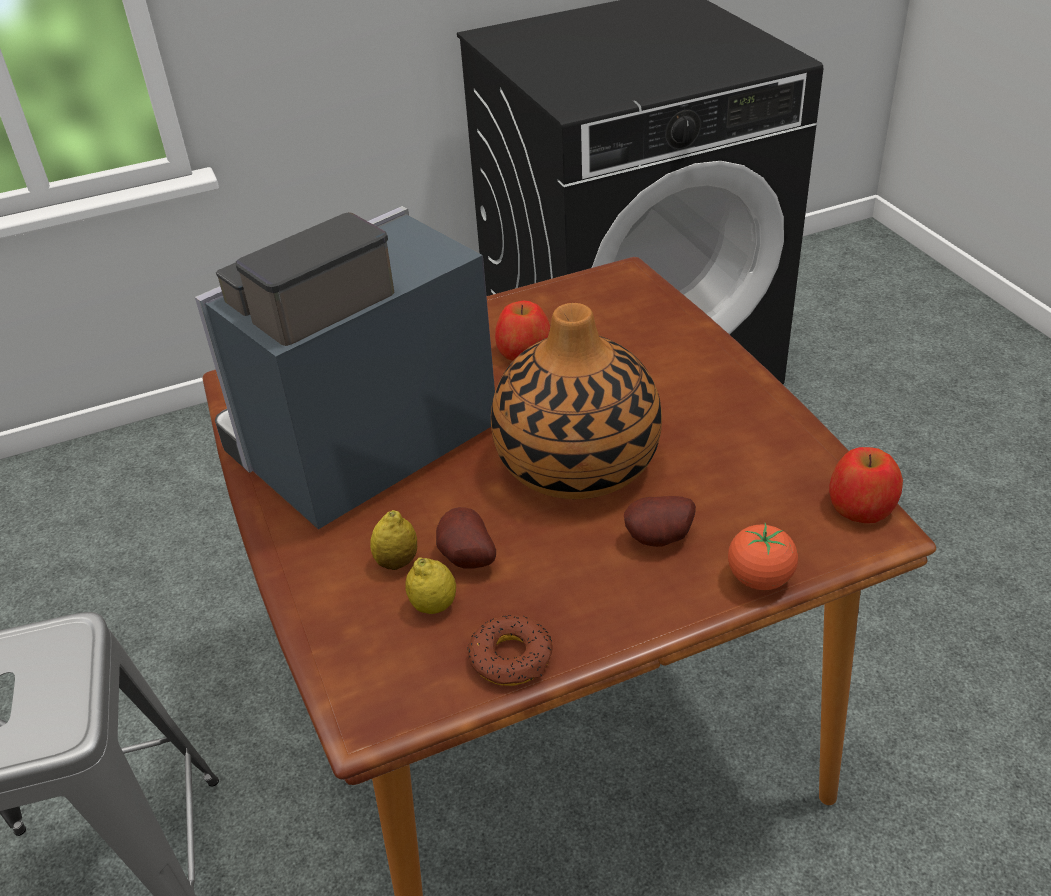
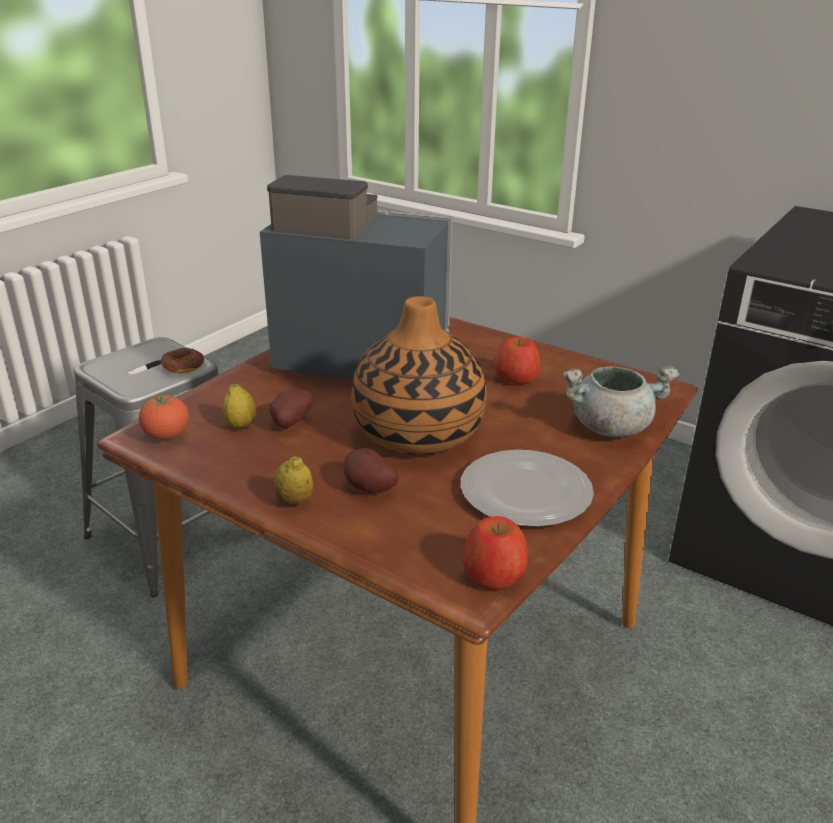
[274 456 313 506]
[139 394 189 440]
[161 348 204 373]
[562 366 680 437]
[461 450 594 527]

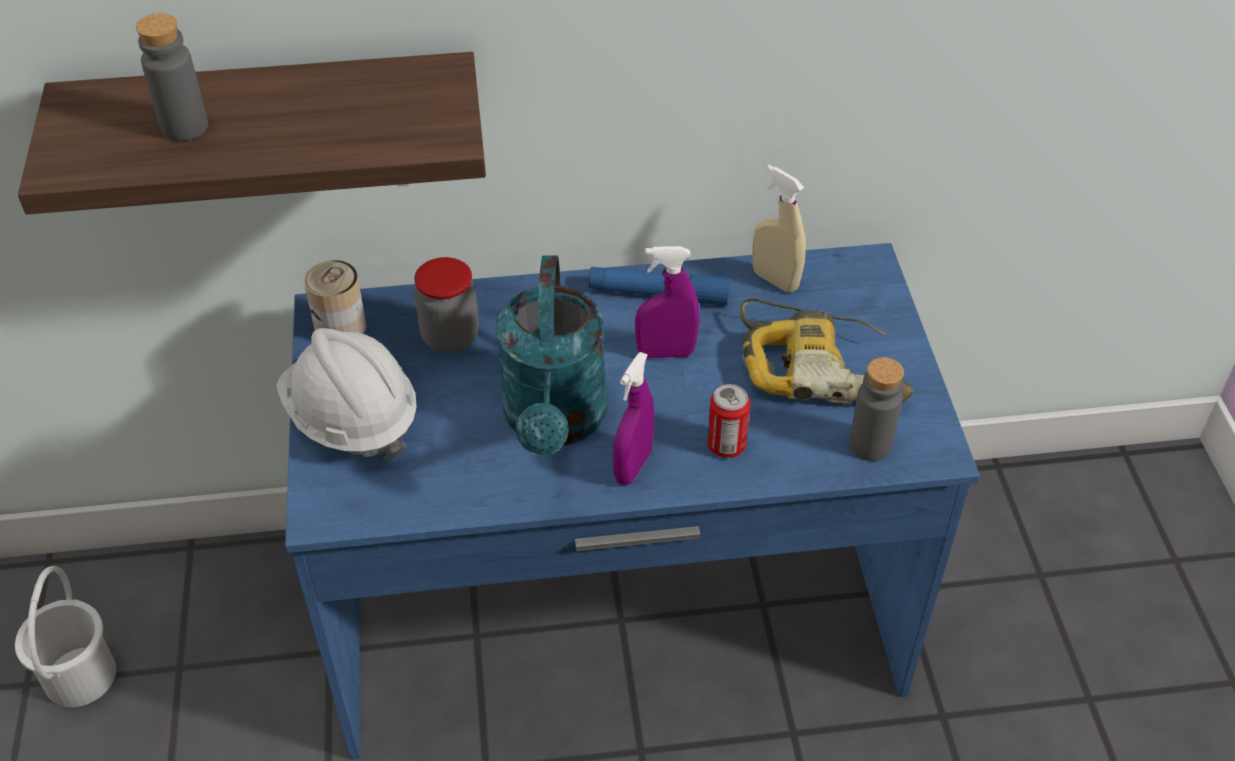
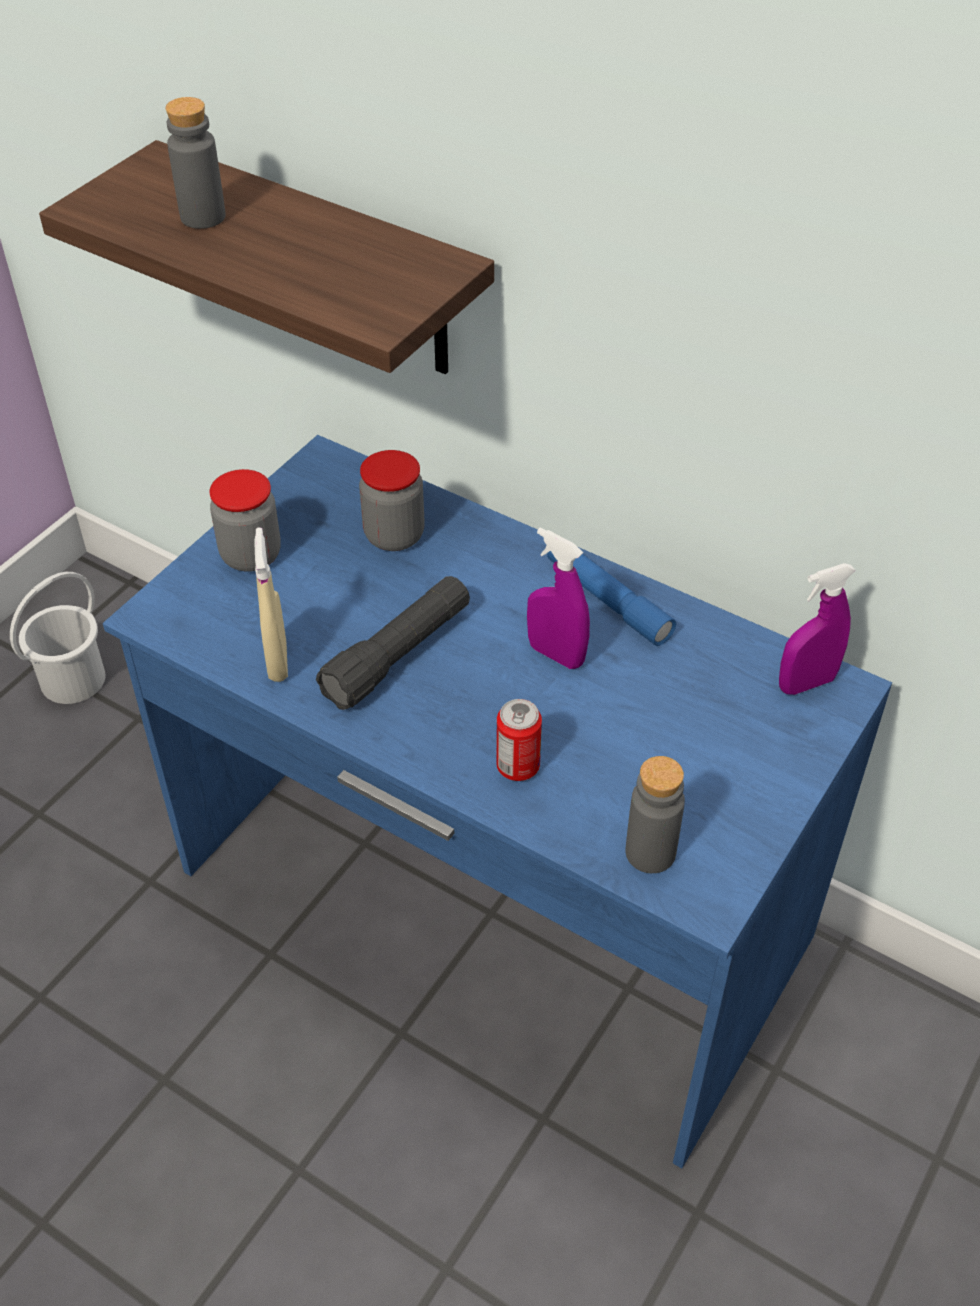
[254 527 288 682]
[316 576 470 710]
[304 260 367 334] (first image)
[740 298 914 404] (first image)
[210 469 281 572]
[779 563 856 695]

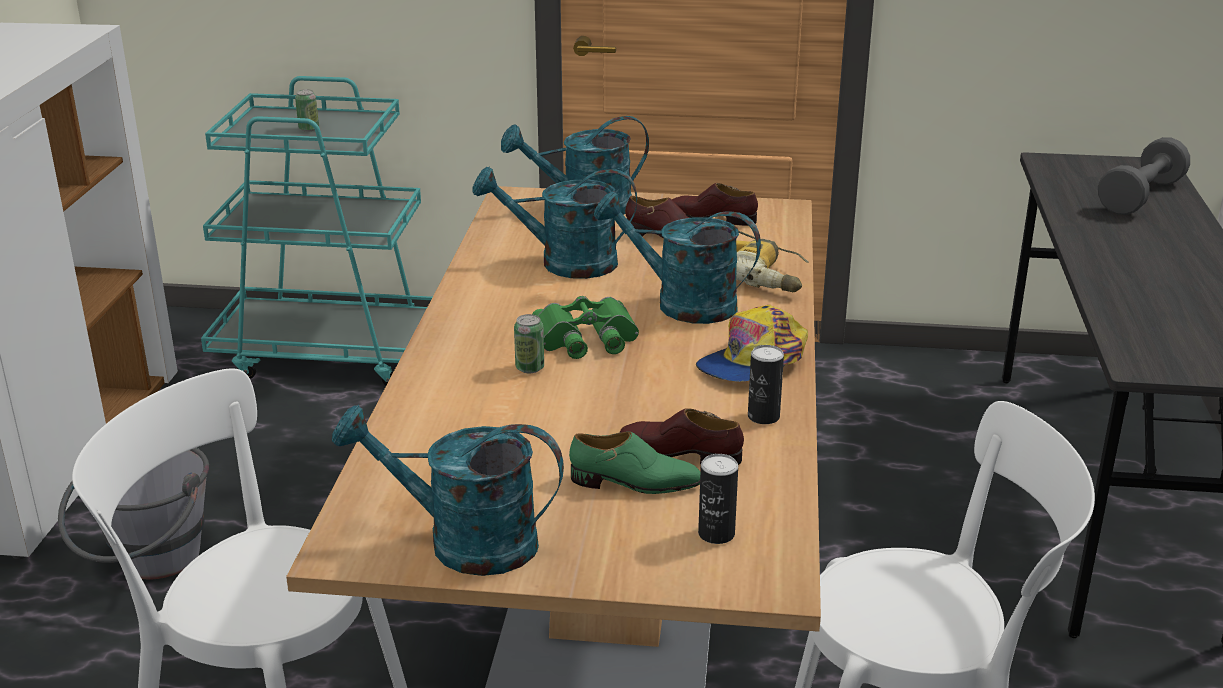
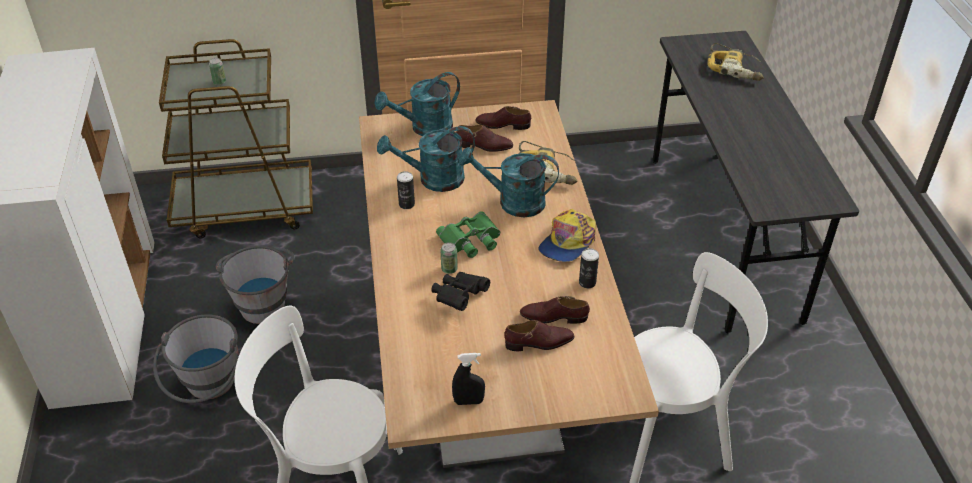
[159 39 313 238]
[707 43 764 81]
[452 353 485 405]
[504 320 574 351]
[397 171 415 209]
[216 246 295 324]
[431 272 490 311]

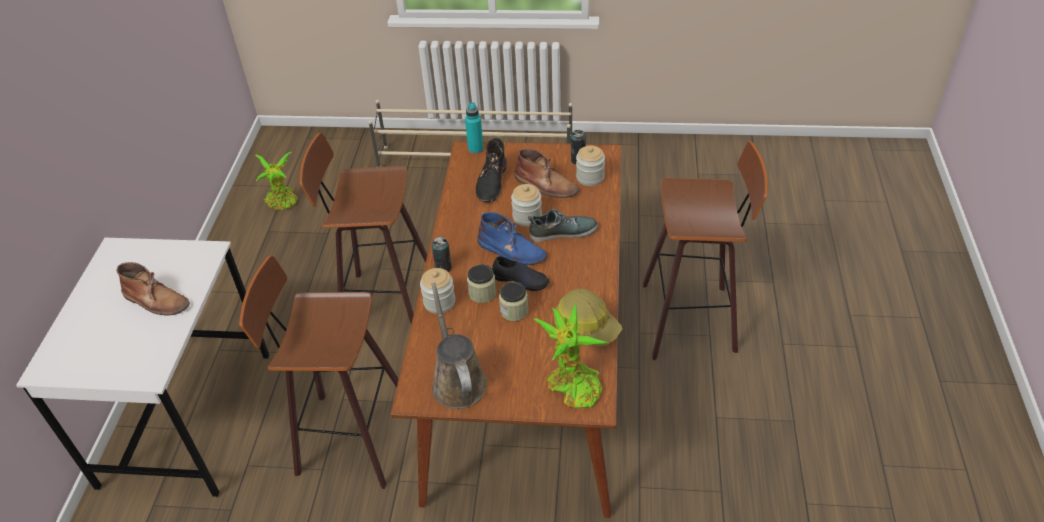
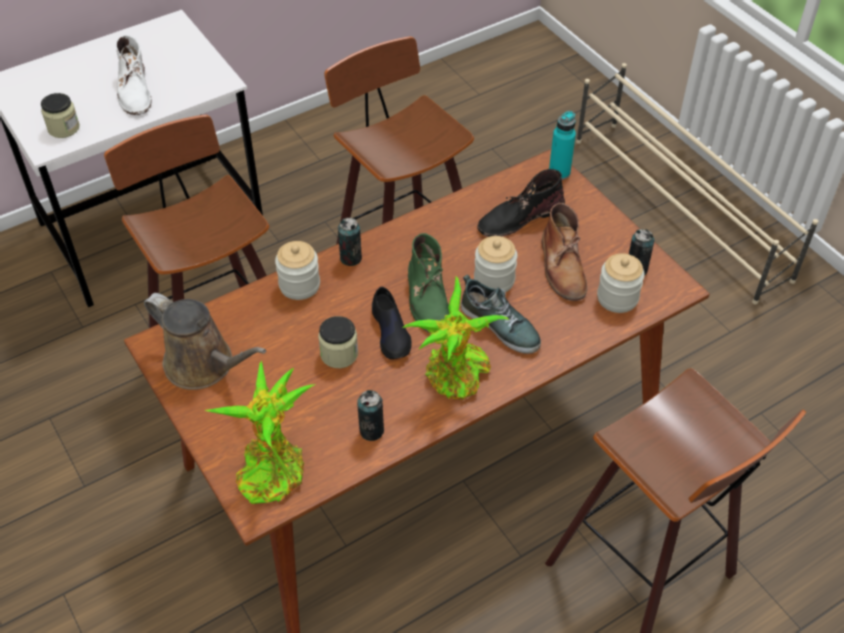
[403 277 509 400]
[408 233 449 333]
[115 35 152 115]
[41 93 80 138]
[144 293 266 390]
[357 390 384 441]

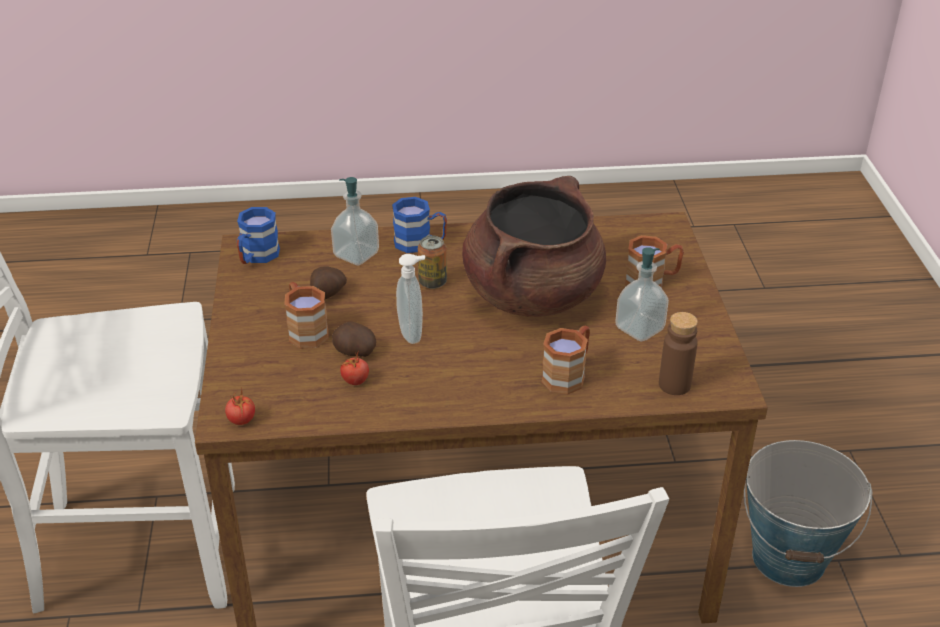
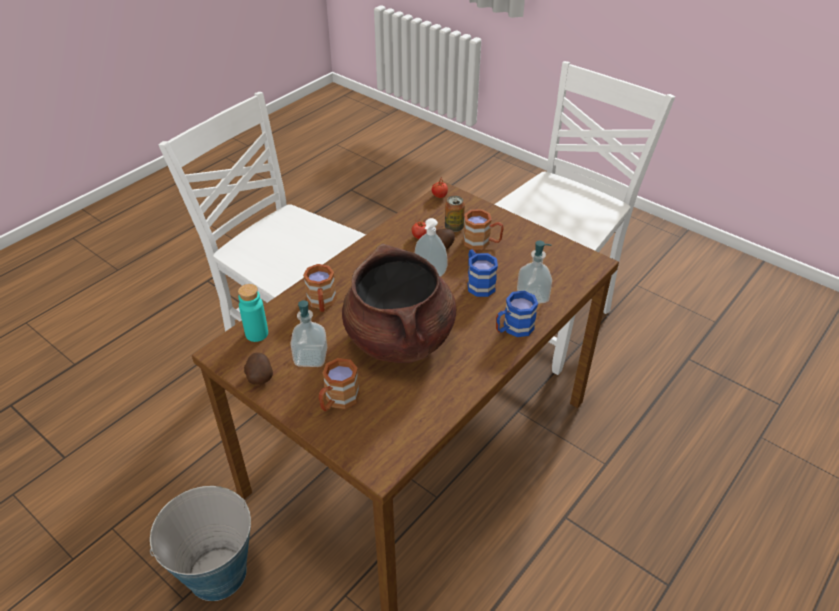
[468 249 498 297]
[445 196 465 232]
[244 353 273 384]
[238 284 268 342]

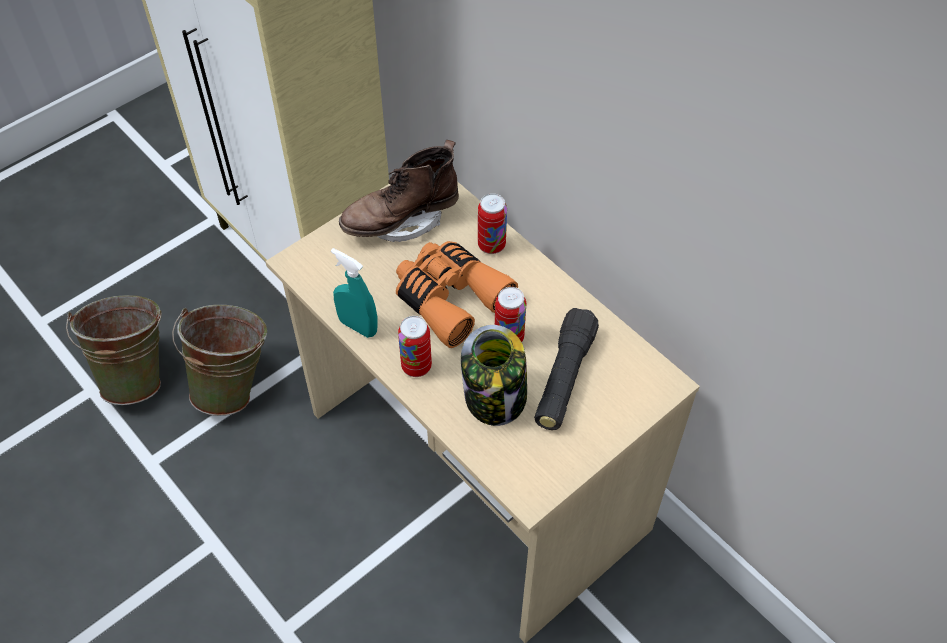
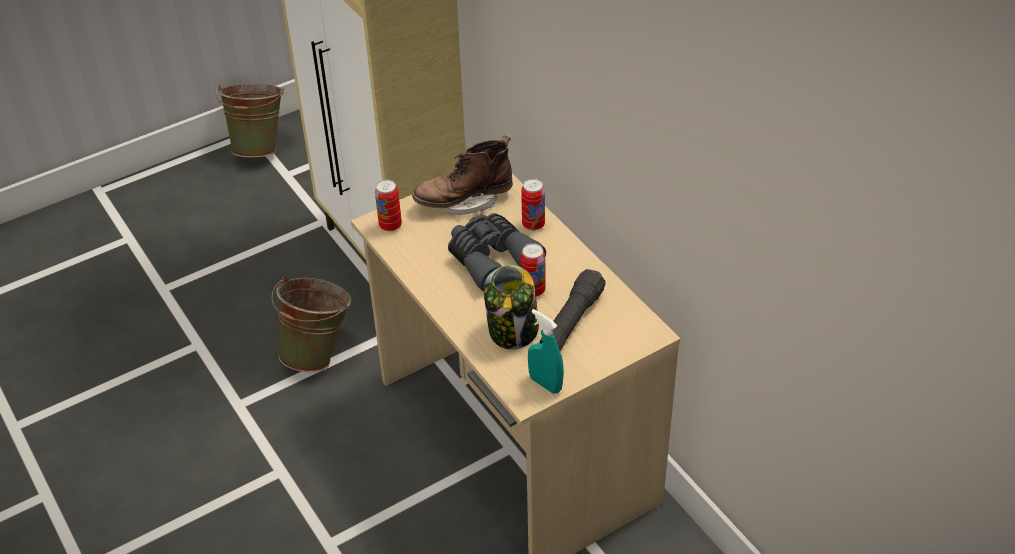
[448 213 546 292]
[528 309 564 394]
[216 83 284 158]
[375 179 402 232]

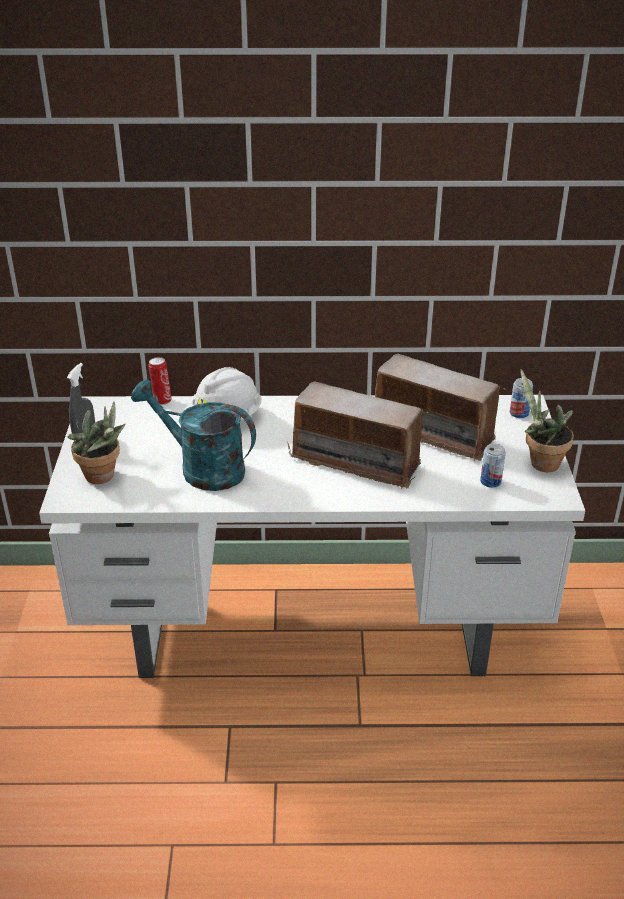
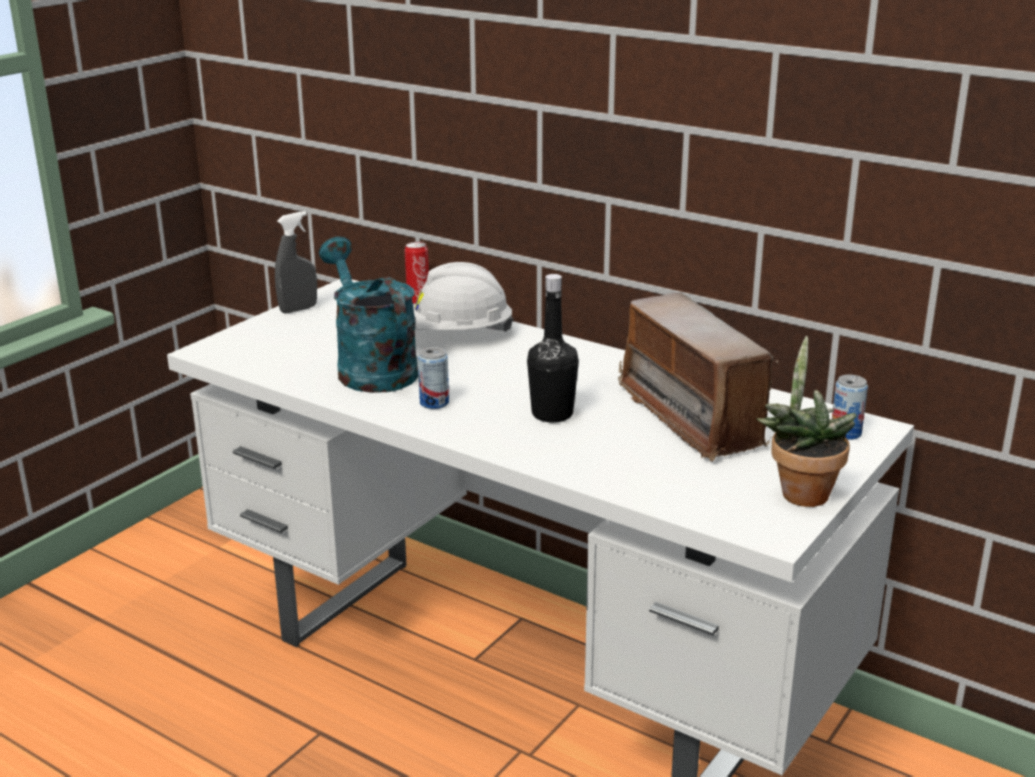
[527 274 579 423]
[68 401 126 484] (first image)
[418 347 449 409]

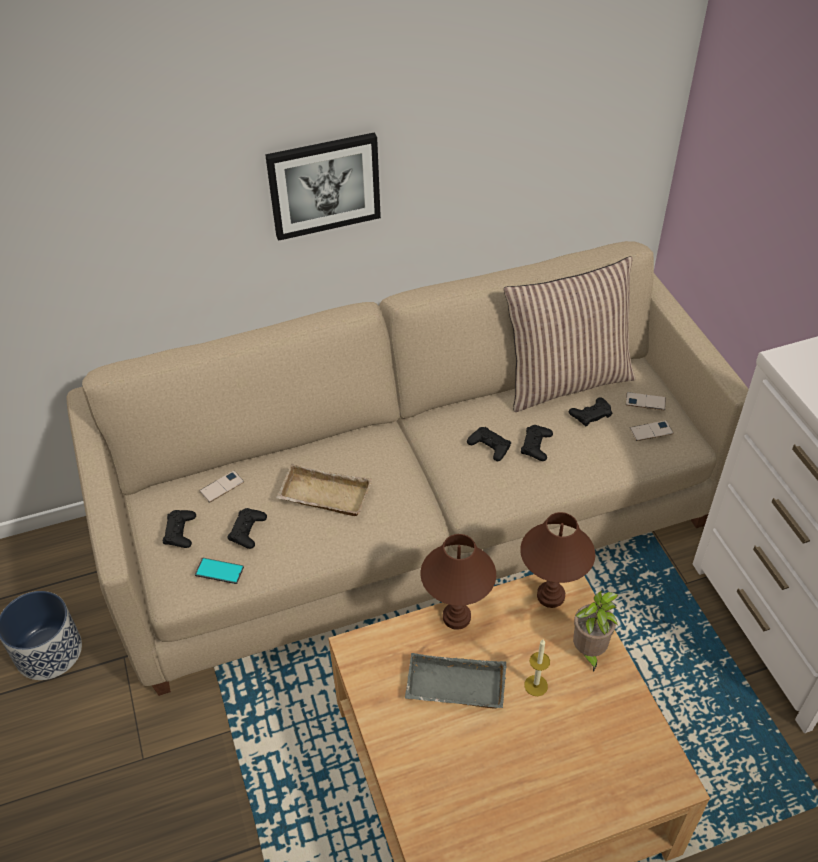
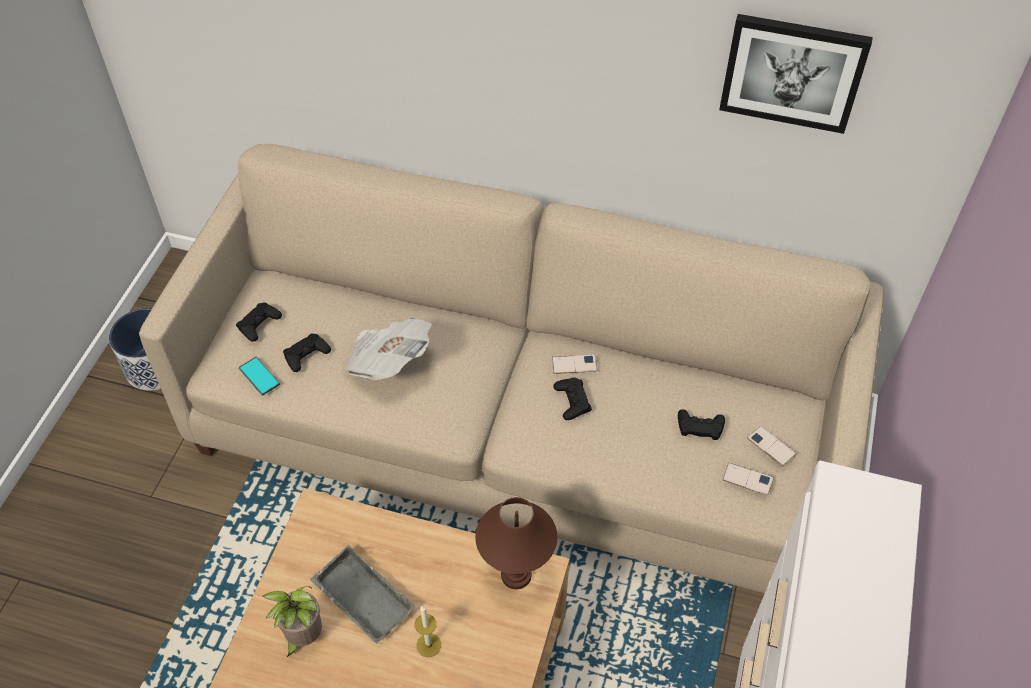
[719 14 873 134]
[504 256 635 412] (first image)
[521 425 553 461] (first image)
[343 317 432 380]
[552 355 597 374]
[421 534 496 630] (first image)
[263 586 322 657]

